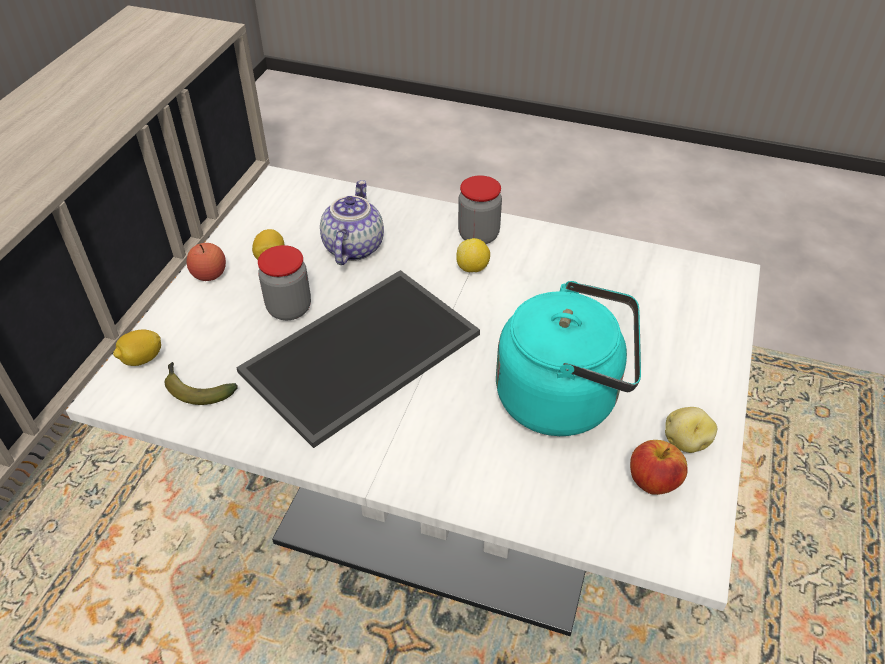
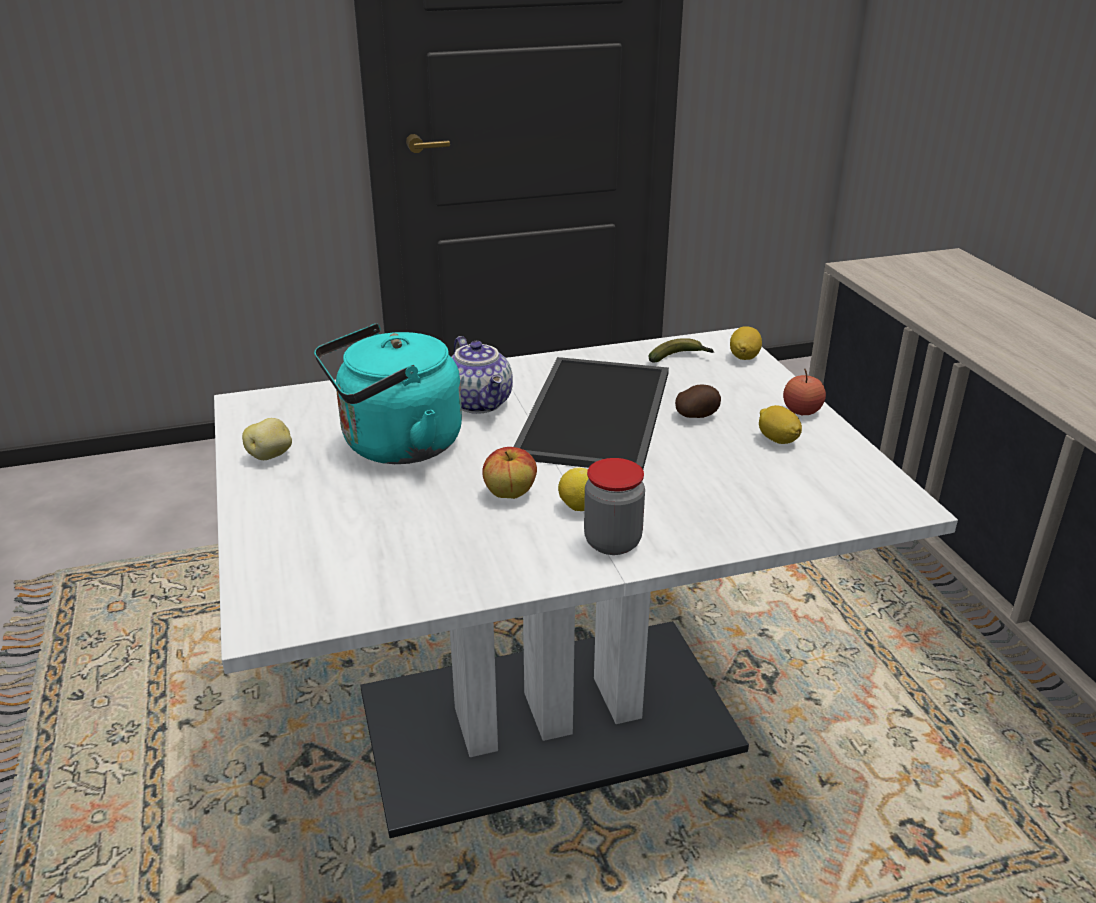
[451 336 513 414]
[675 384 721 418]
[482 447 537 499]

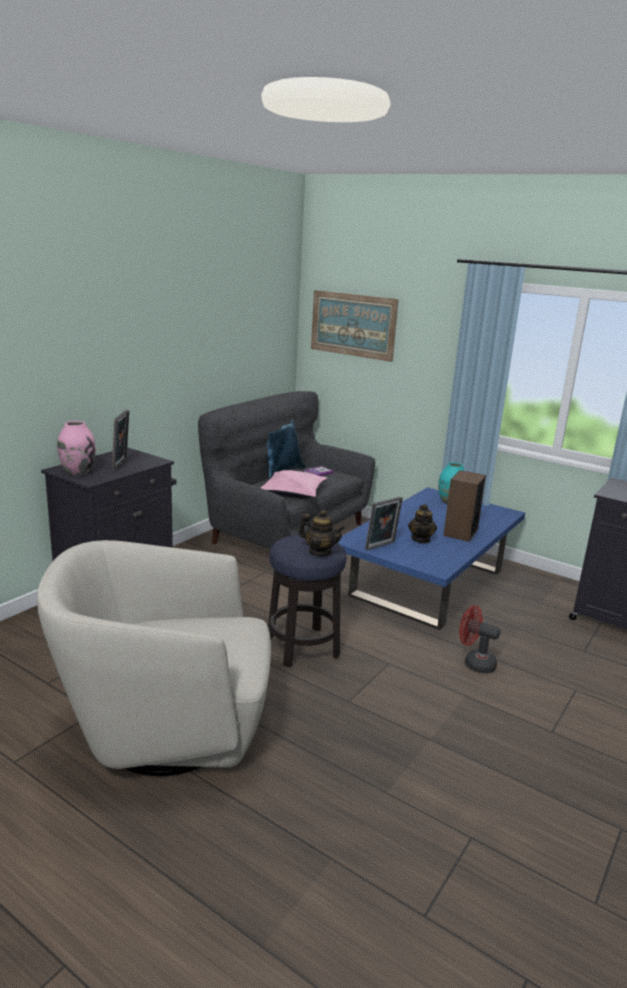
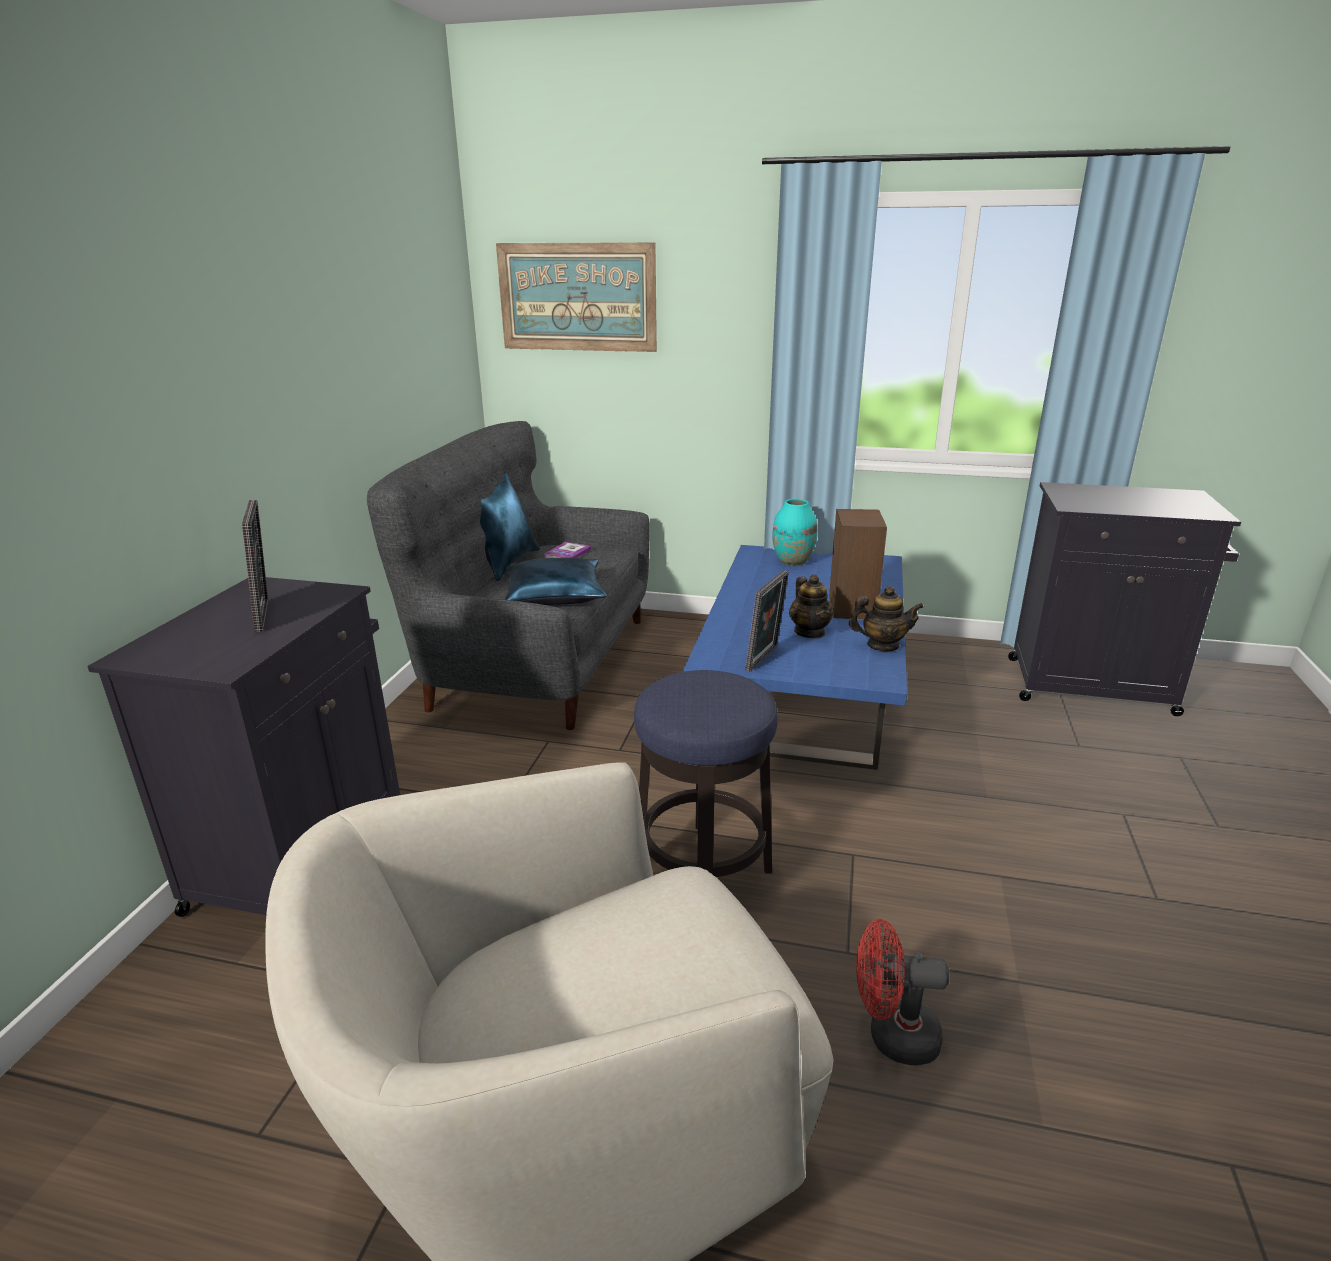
[57 421 96 475] (first image)
[505 558 607 605]
[849 586 924 651]
[856 919 949 1065]

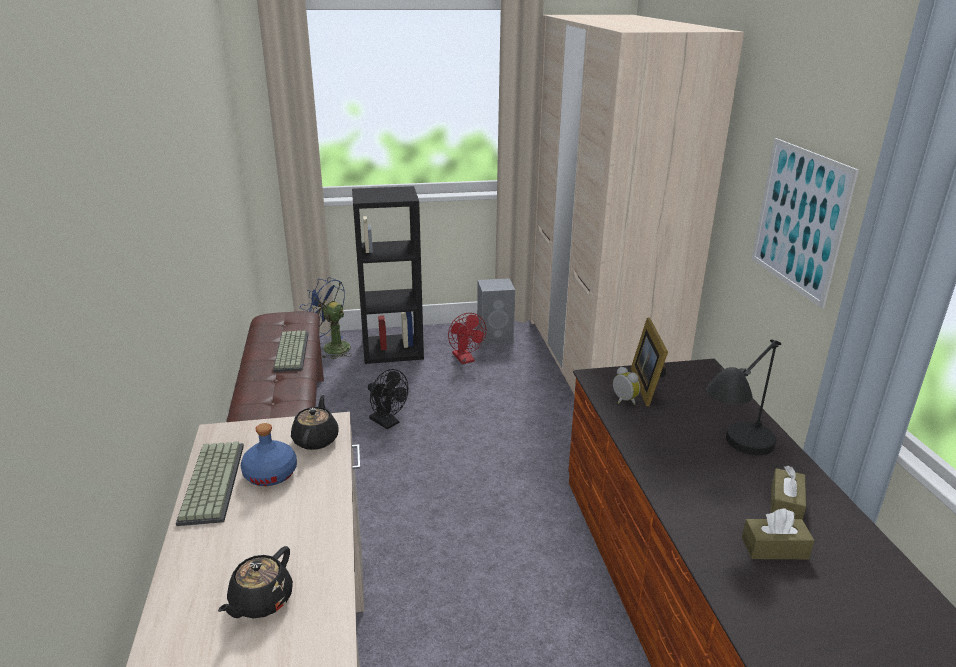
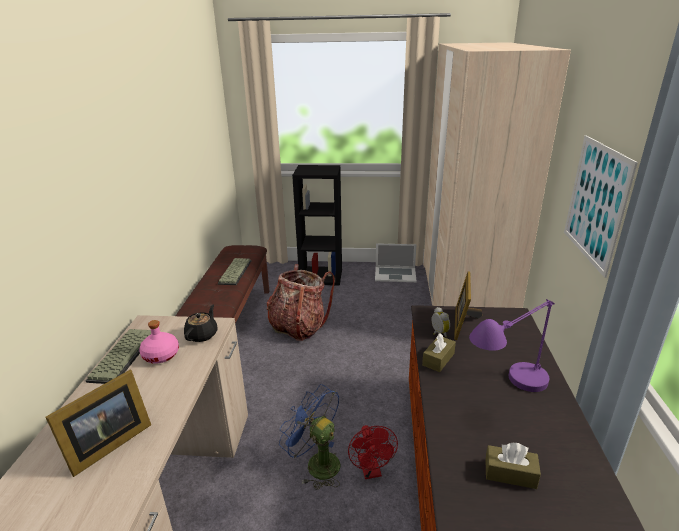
[279 384 340 490]
[375 243 416 282]
[348 425 398 479]
[469 299 555 392]
[267 264 335 341]
[139 320 179 364]
[422 333 456 372]
[46 370 151 477]

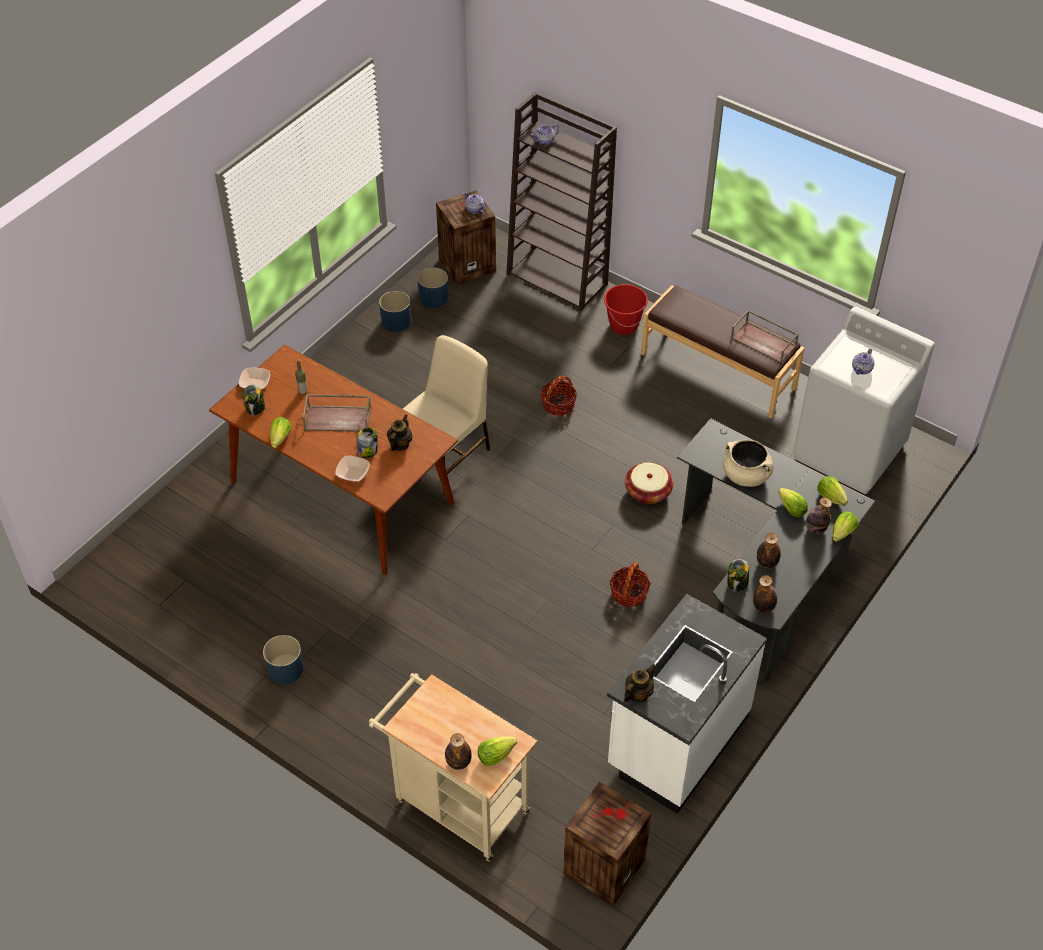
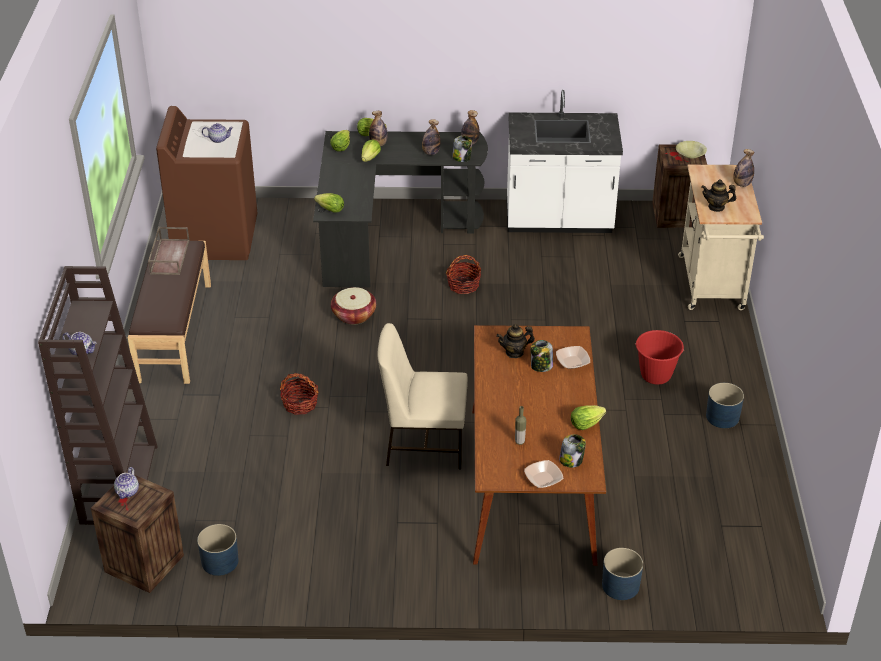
[635 330 685 385]
[602 548 643 600]
[156 106 257 260]
[303 394 371 432] (first image)
[723 440 773 487] (first image)
[701 180 736 212]
[314 193 344 213]
[676 141 707 158]

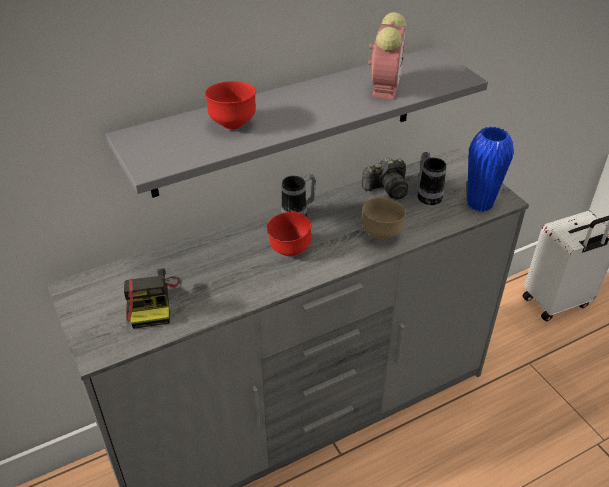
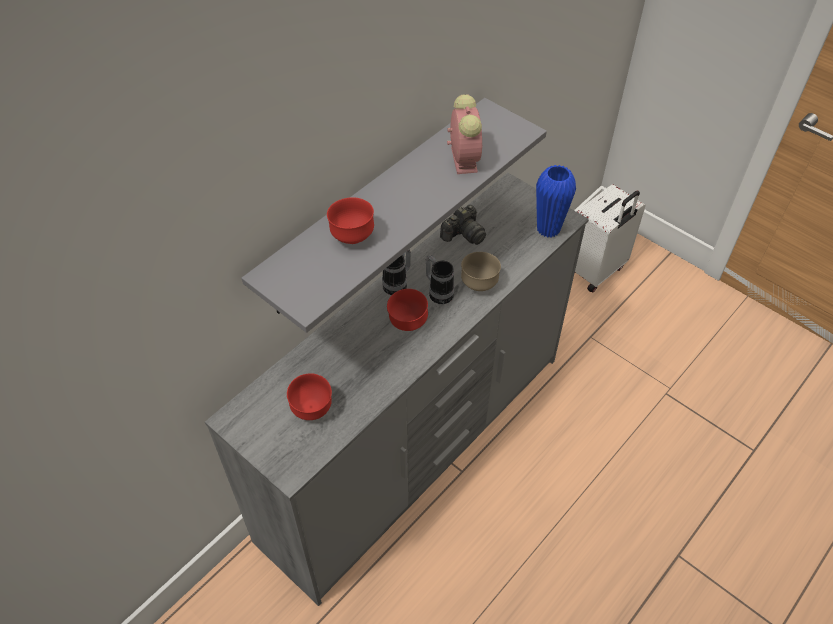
[426 255 454 304]
[287 373 332 420]

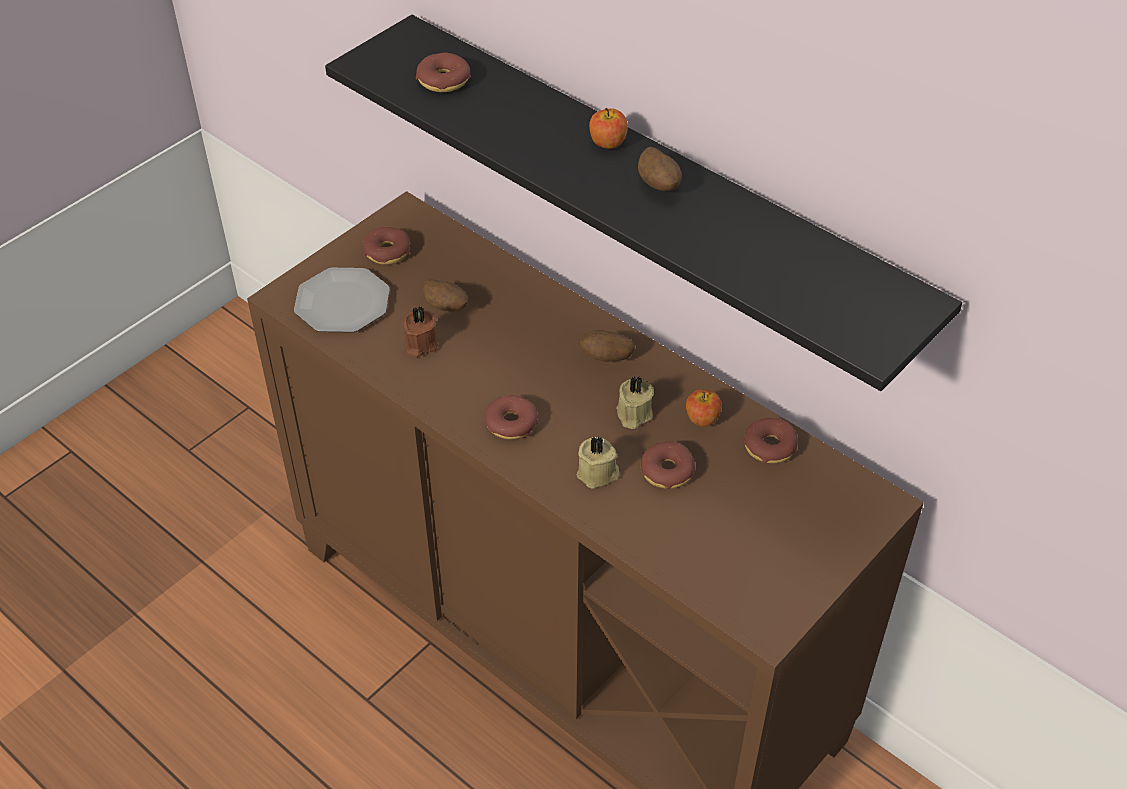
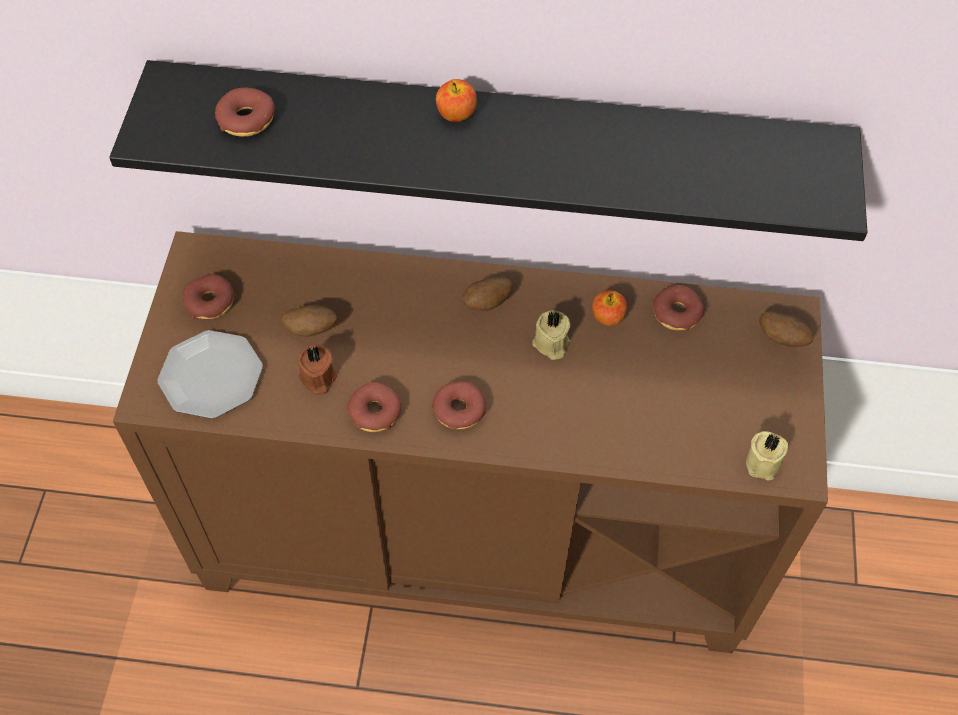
[759 311 814 347]
[746 431 788 480]
[347 382 401 432]

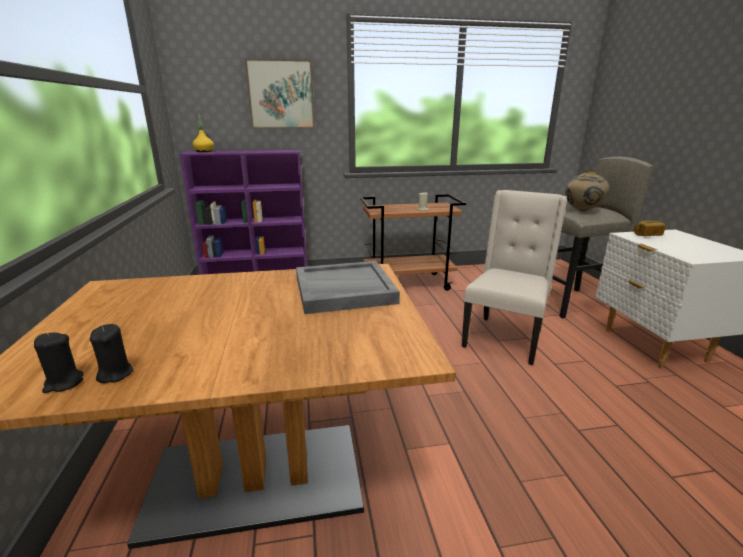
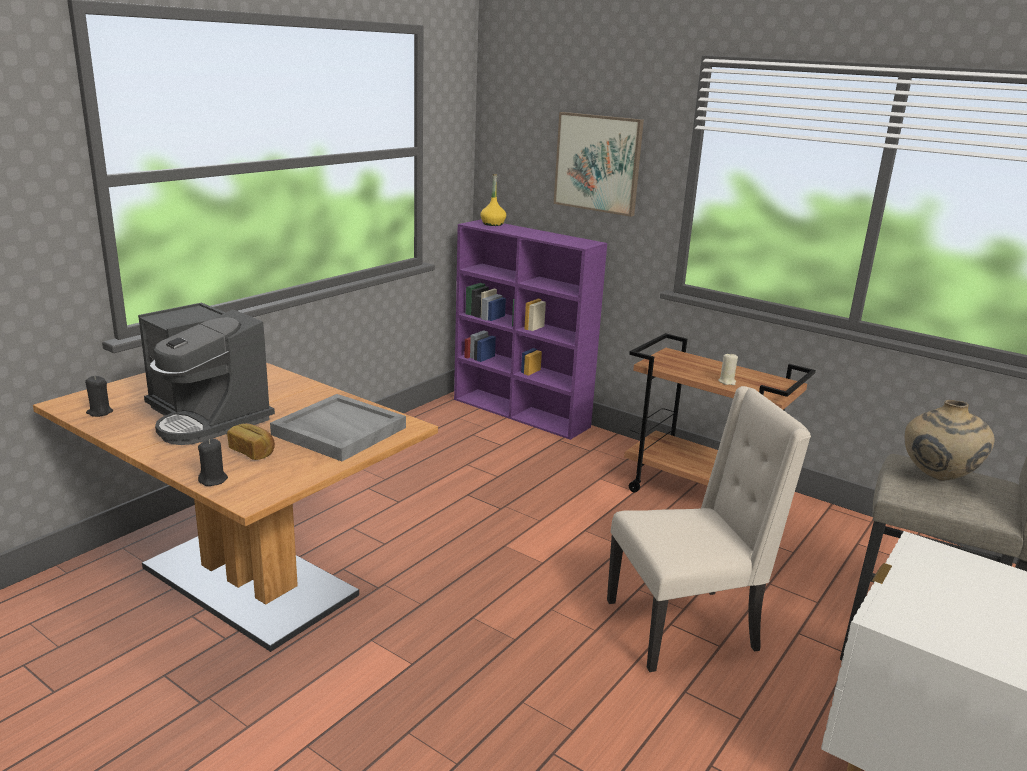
[227 423 275 460]
[198 439 228 486]
[138 303 275 445]

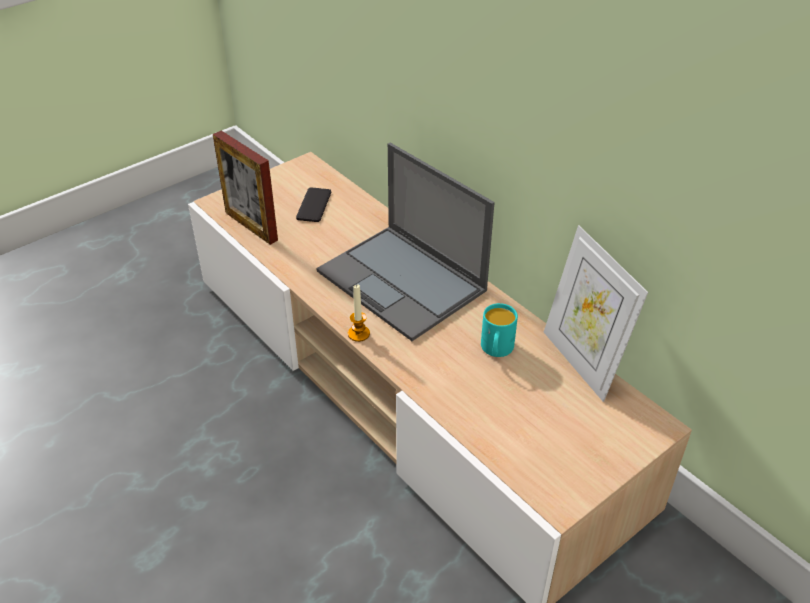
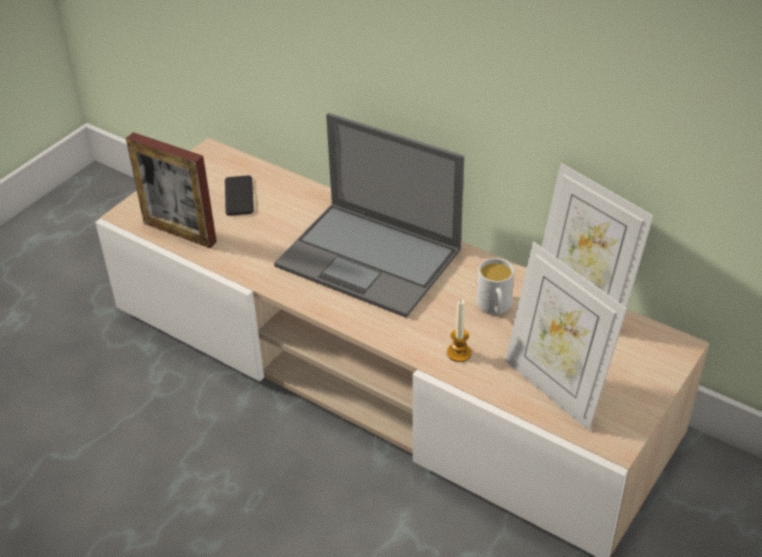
[447 300 472 362]
[477 258 514 315]
[505 242 627 431]

